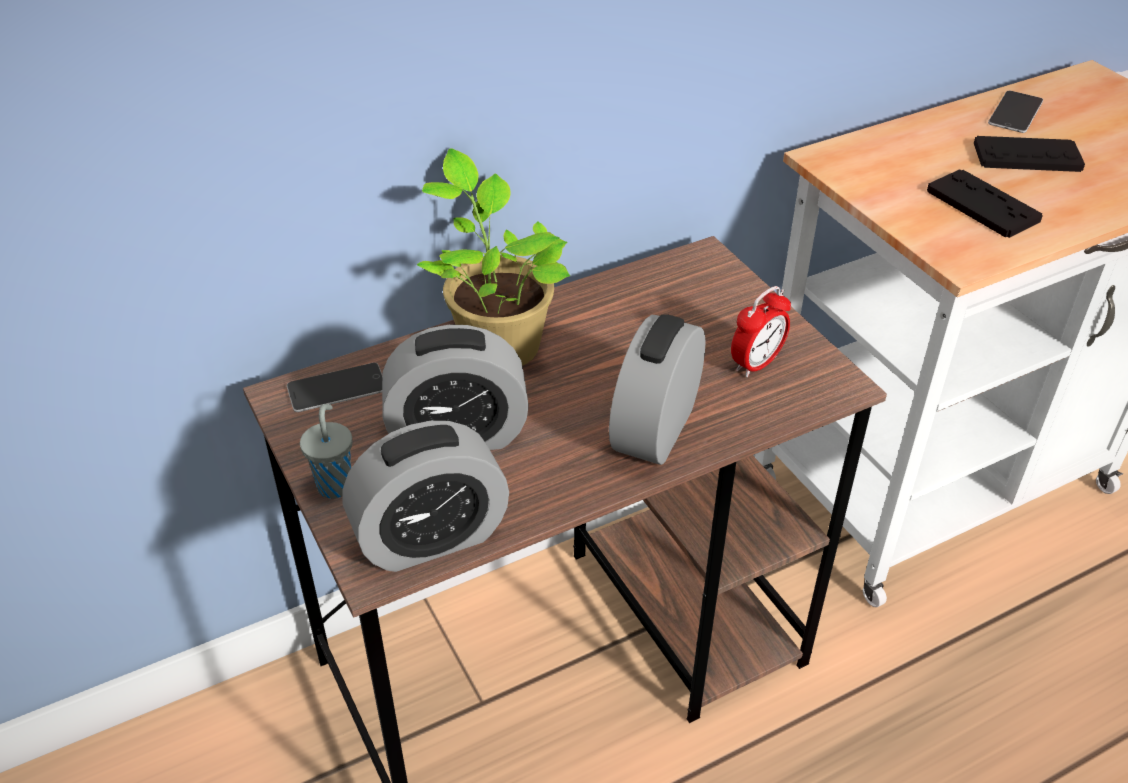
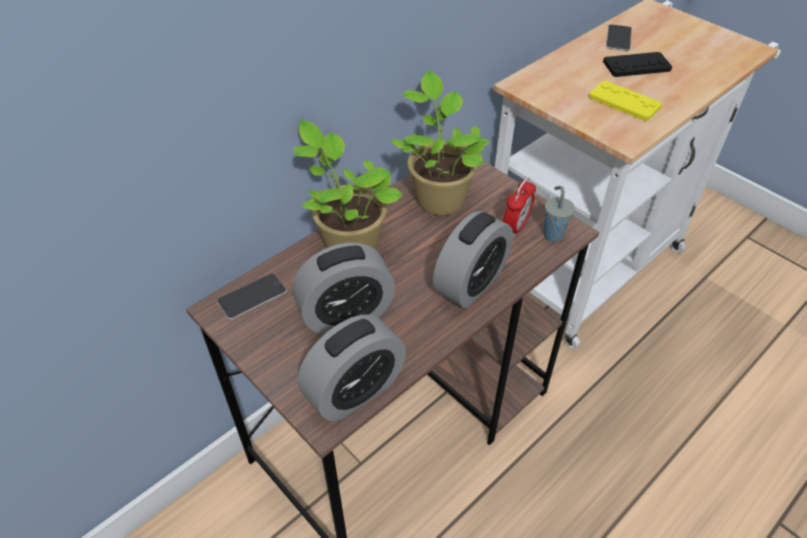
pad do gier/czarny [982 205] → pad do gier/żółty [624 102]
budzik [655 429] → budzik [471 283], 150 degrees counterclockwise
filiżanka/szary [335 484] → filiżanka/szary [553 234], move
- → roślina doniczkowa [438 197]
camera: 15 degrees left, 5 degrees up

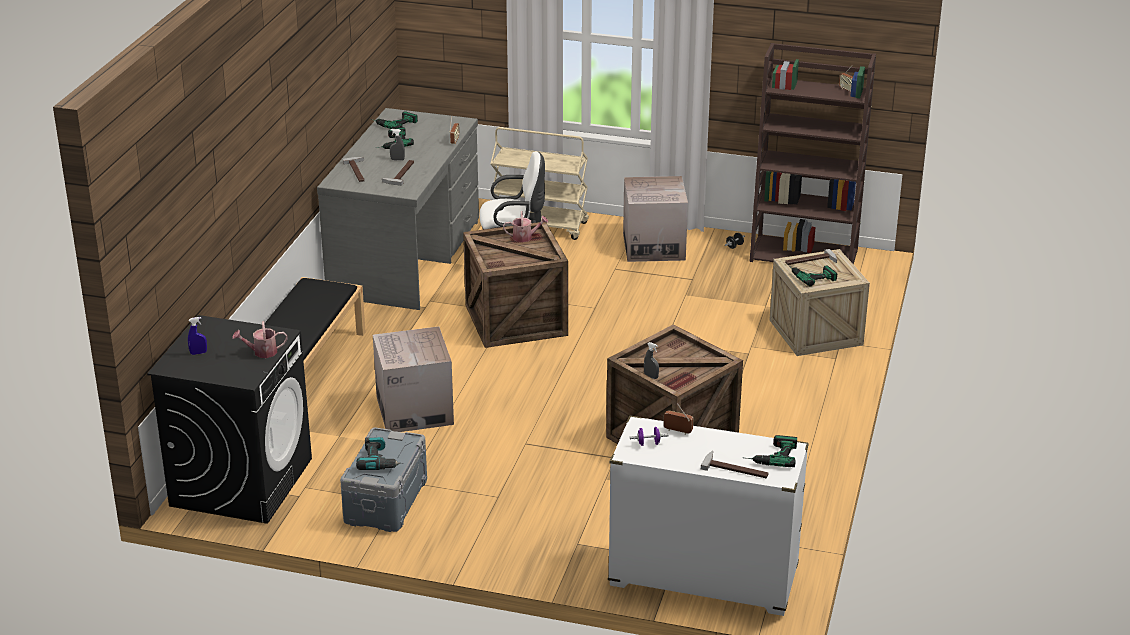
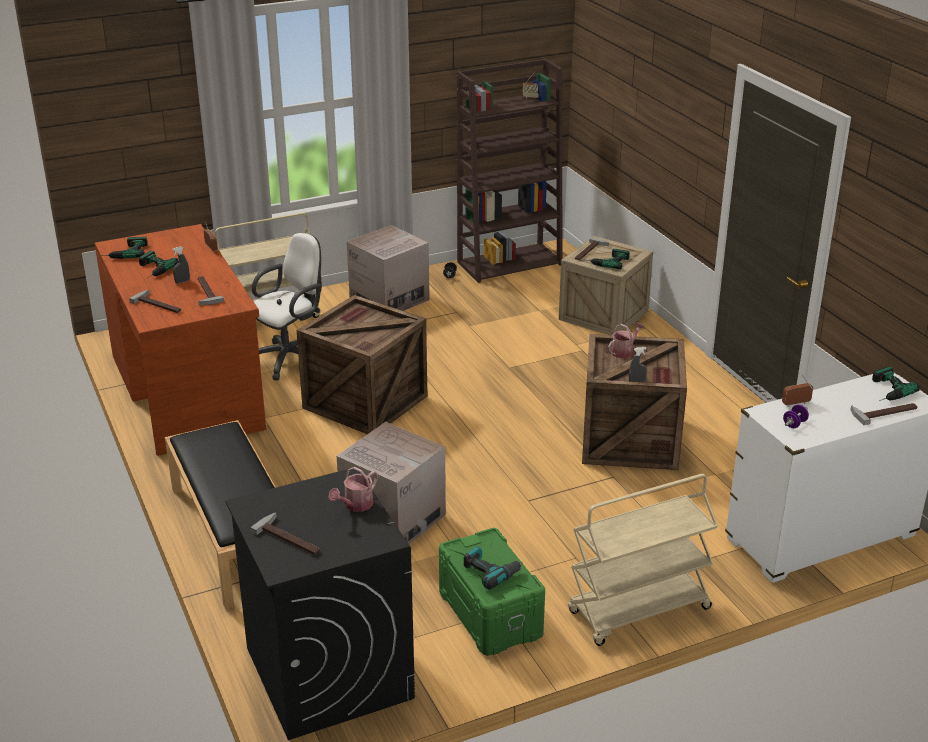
biurko/szary [406 258] → biurko/brązowy [187 390]
konewka [525 237] → konewka [624 351], move
spryskiwacz/niebieski [198 353] → młotek [290 538]
pojemnik do przechowywania/szary [385 501] → pojemnik do przechowywania/zielony [489 614]
- → wózek/beżowy [638 611]
camera: 40 degrees left, 0 degrees up

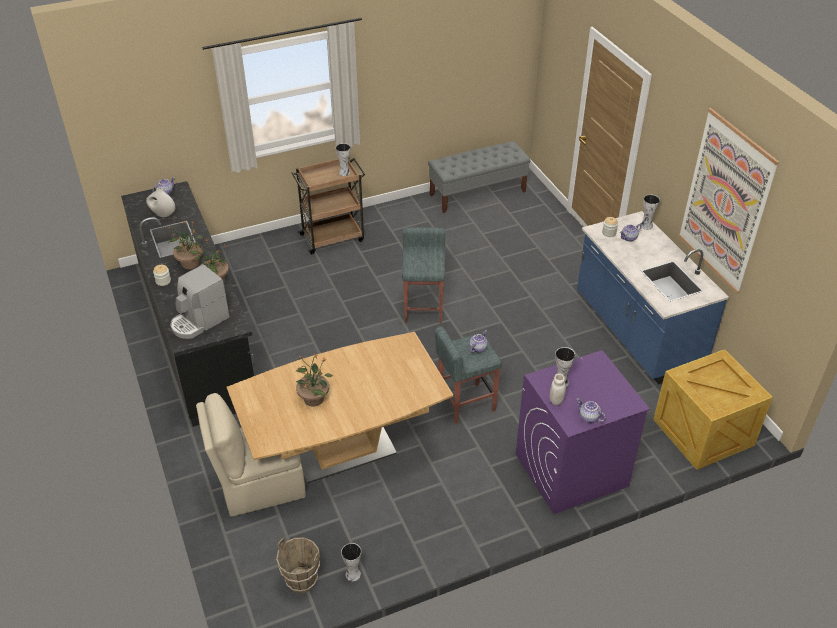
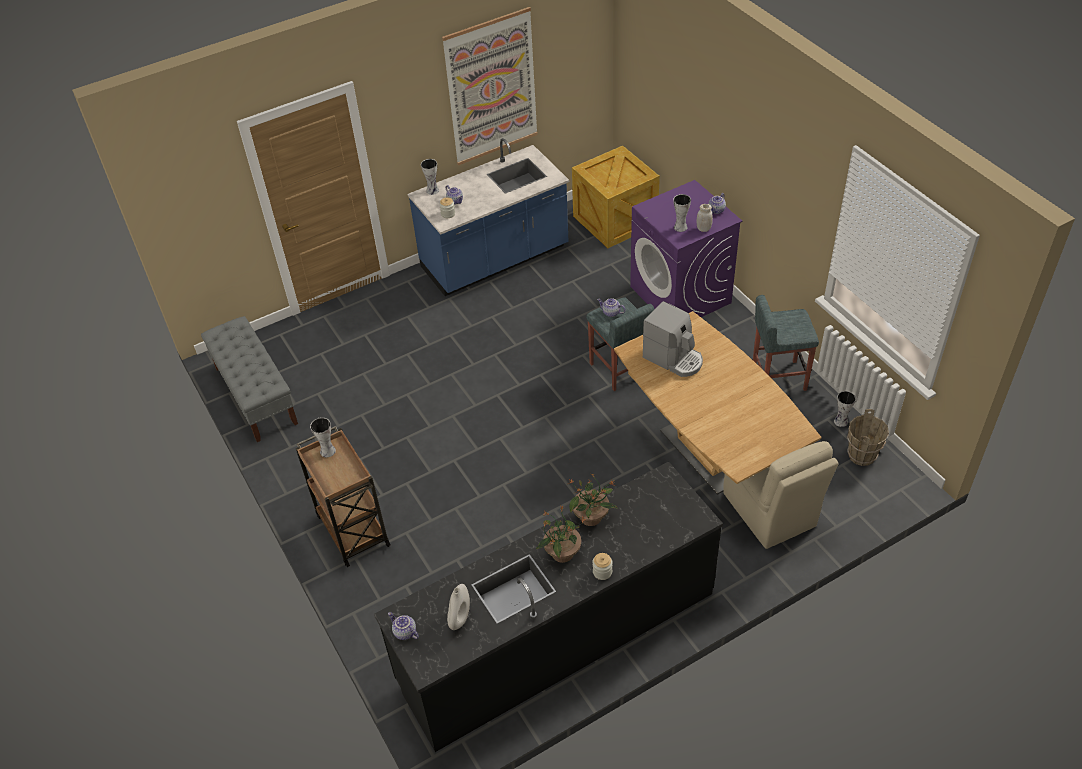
stołek/szary [423 308] → stołek/szary [778 378], move
ekspres do kawy [199 321] → ekspres do kawy [674 358], move
roślina doniczkowa [314 398] → -
camera: 95 degrees left, 5 degrees up

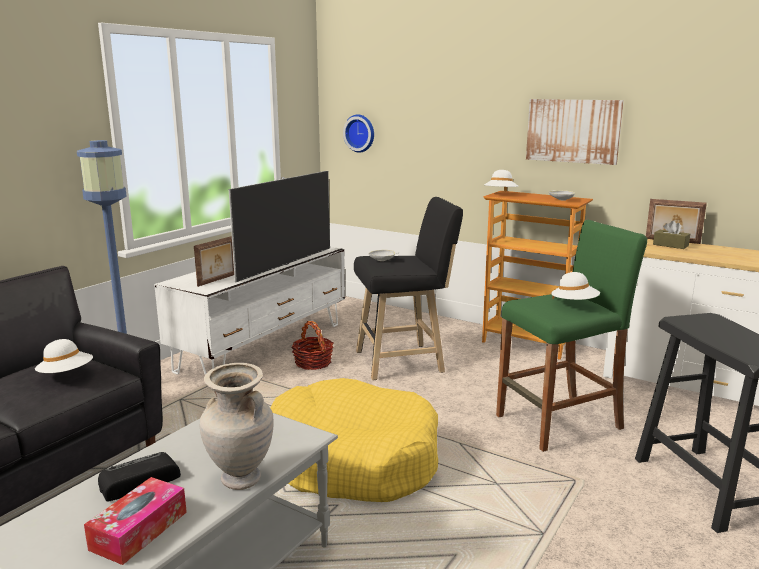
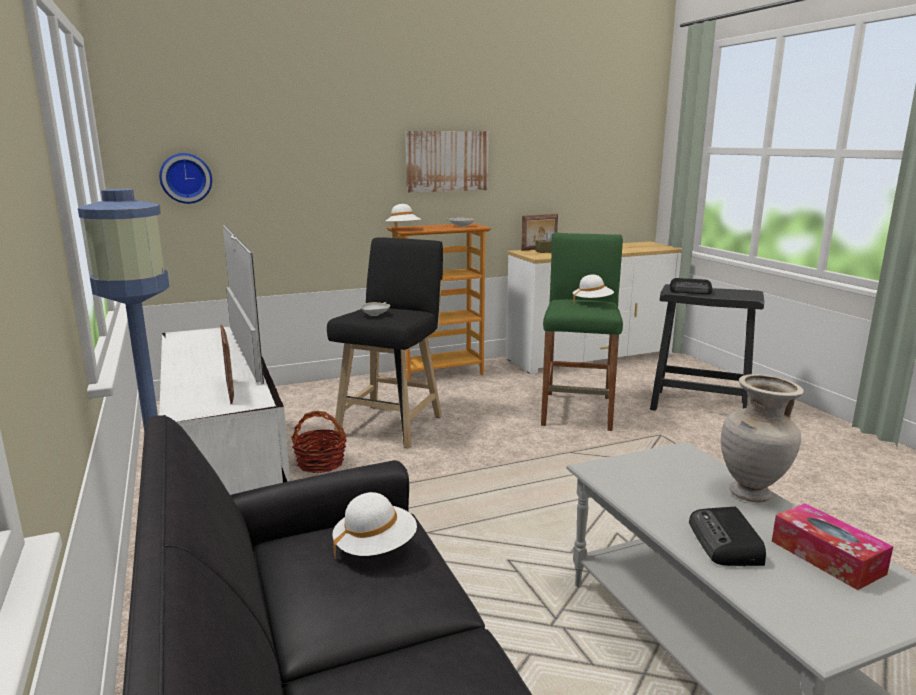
legowisko/żółty [350 459] → -
- → radio [691 291]
camera: 55 degrees left, 0 degrees up

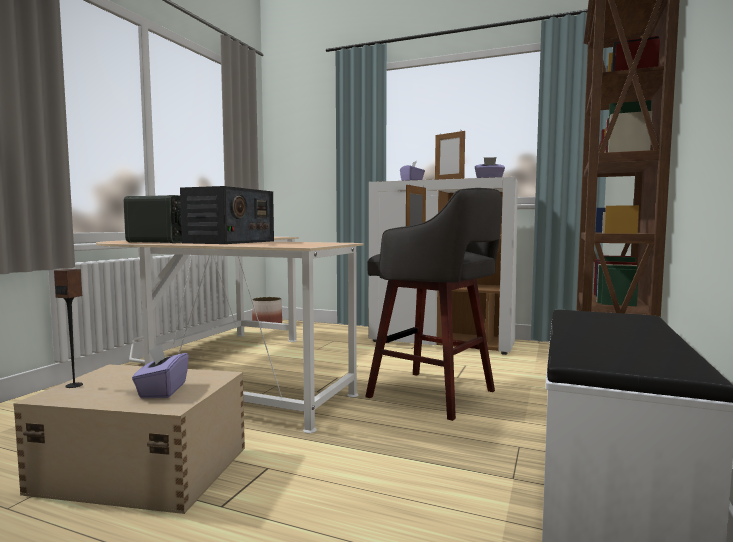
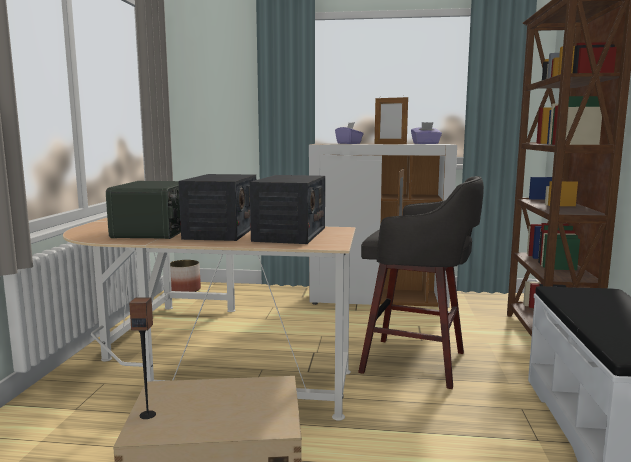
pudełko chusteczek/fioletowy [162 390] → -
- → radio [290 234]
camera: 15 degrees left, 5 degrees up

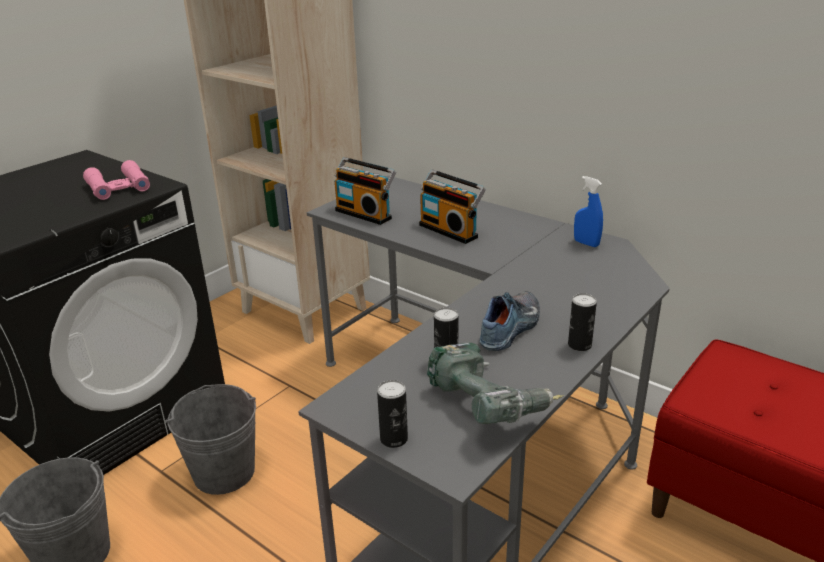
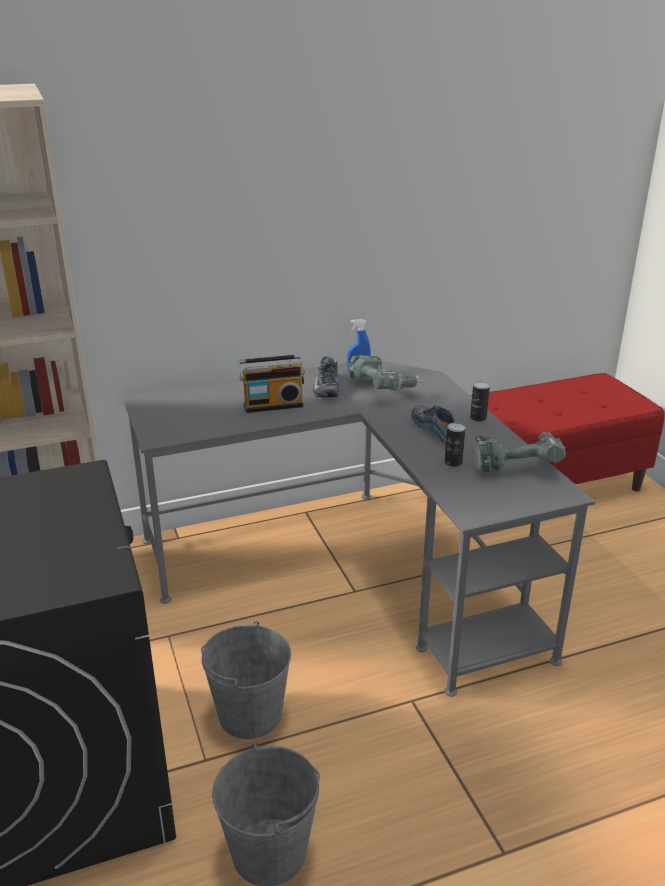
radio [365 214] → -
lornetka/różowy [118 187] → -
puszka [394 439] → -
- → wiertarka [384 389]
- → but [325 387]
camera: 60 degrees left, 0 degrees up

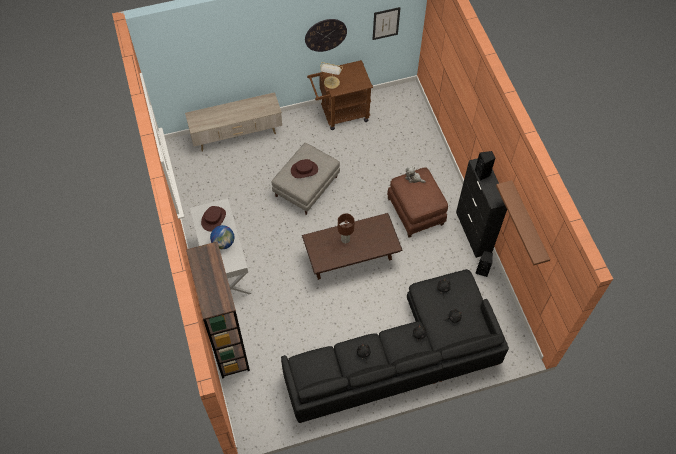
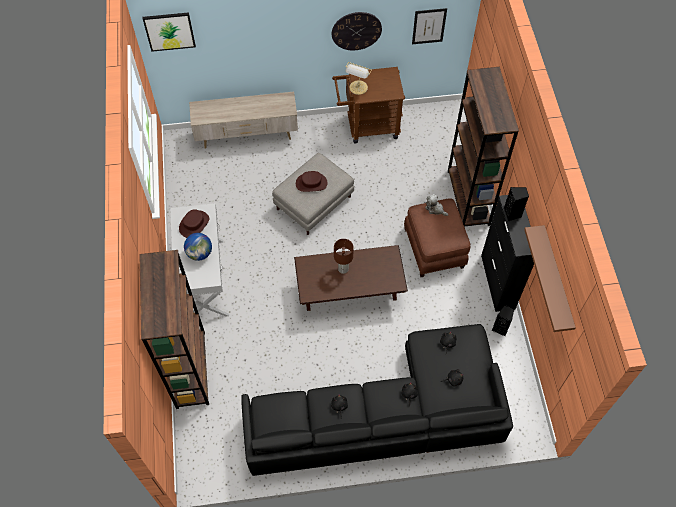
- → obraz [169 31]
- → regał/brązowy [468 198]
camera: 10 degrees right, 0 degrees up

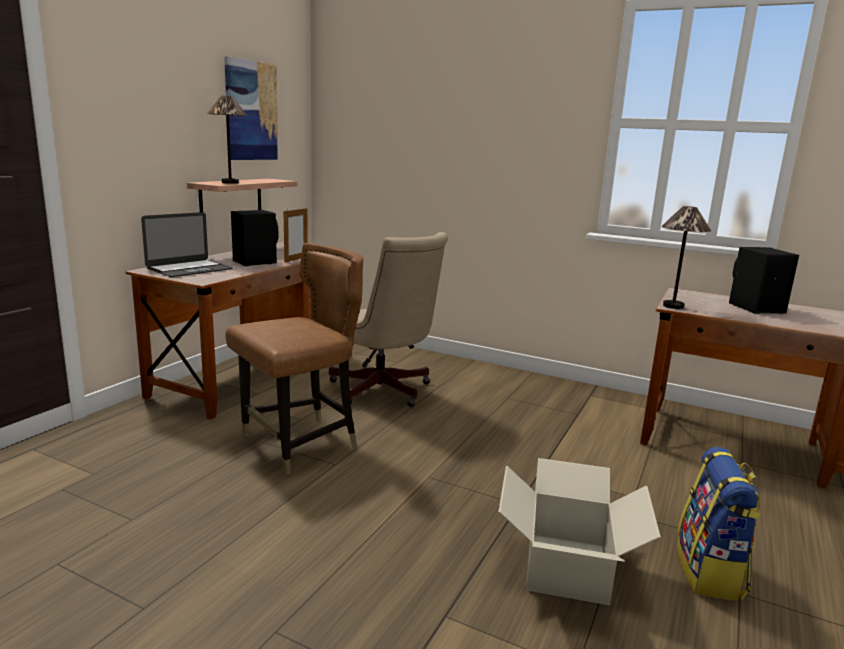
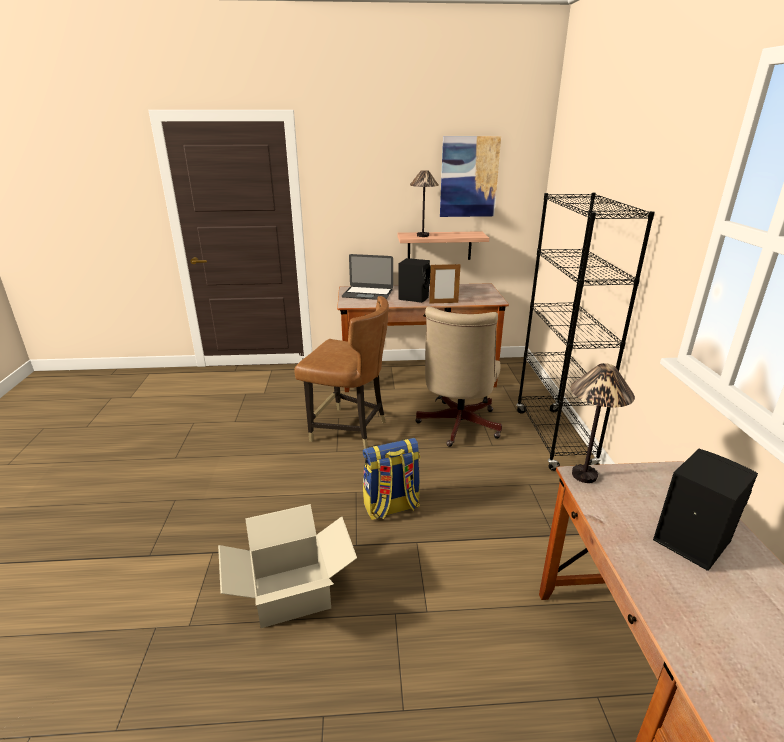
plecak [710 572] → plecak [391 507], move
- → regał/czarny [553 438]
camera: 60 degrees right, 10 degrees up

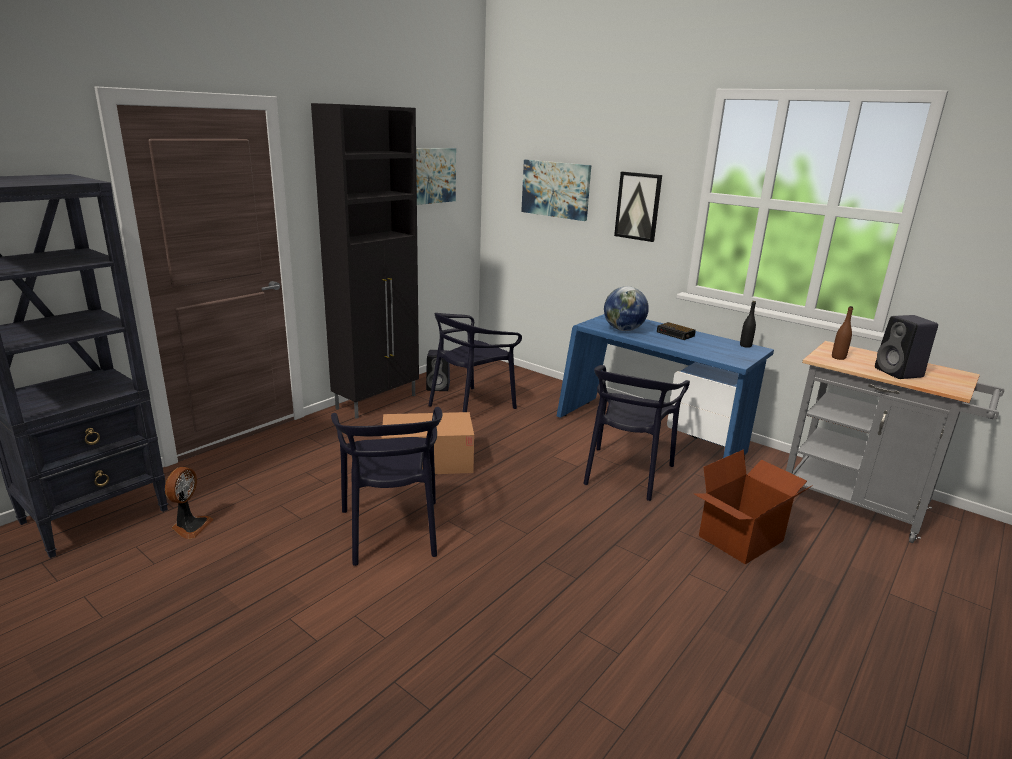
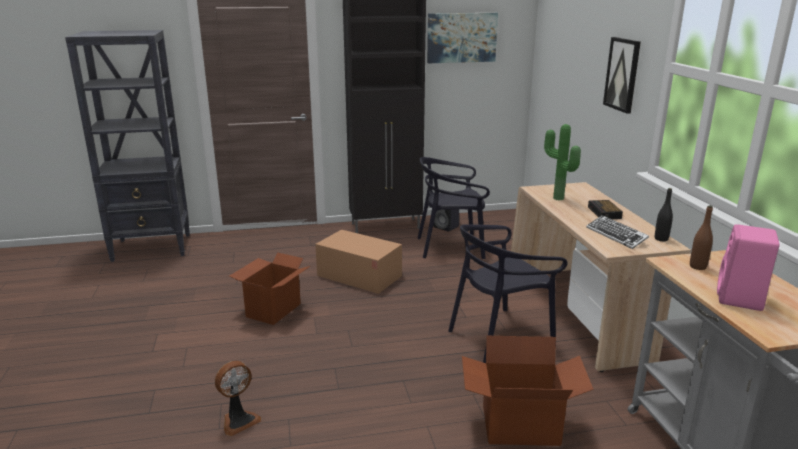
obraz [556 189] → -
globus [623 330] → roślina doniczkowa [557 199]
biurko/niebieski [650 434] → biurko/beżowy [577 315]
głośnik/czarny [899 373] → głośnik/różowy [740 299]
krzesło/czarny [392 531] → karton [273 310]
wentylator [190 526] → wentylator [239 420], move
- → klawiatura [616 235]
camera: 40 degrees right, 0 degrees up

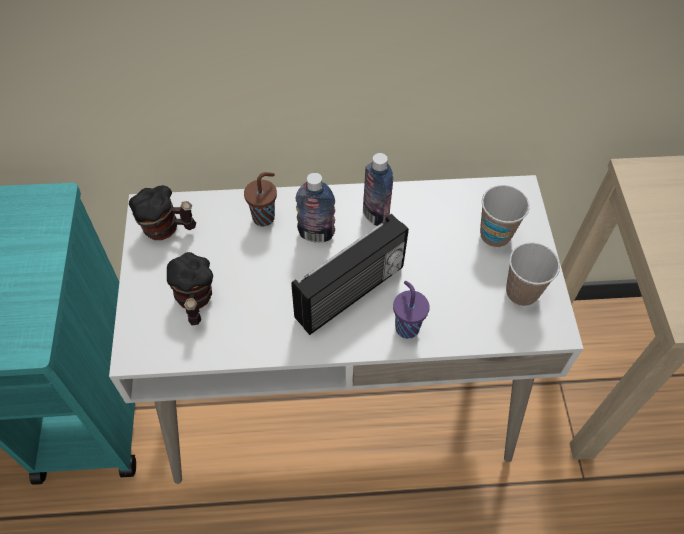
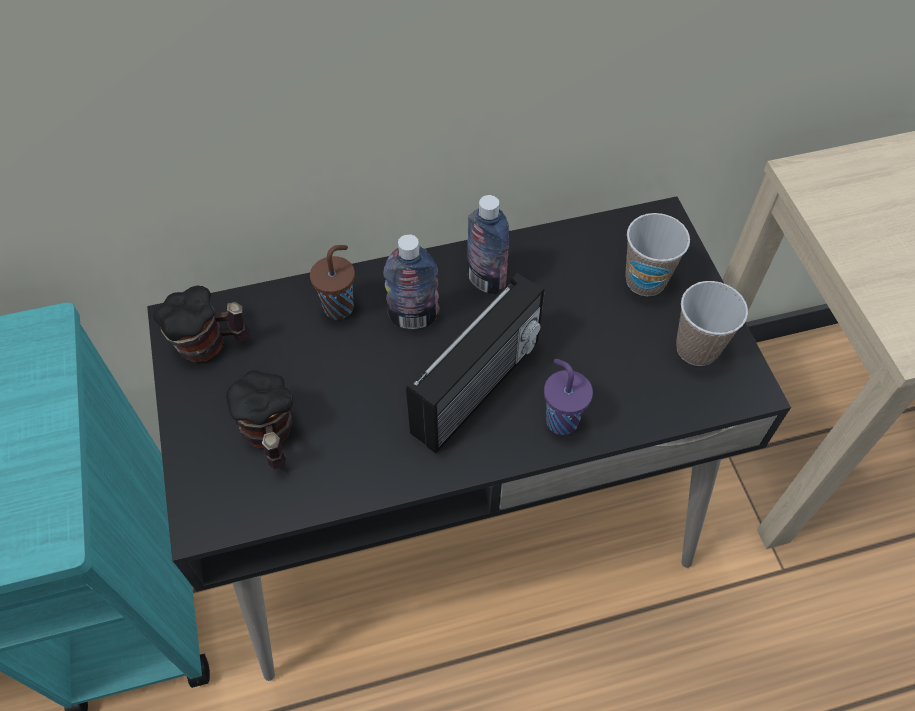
biurko/biały [339 393] → biurko/czarny [457 520]
camera: 10 degrees left, 0 degrees up

